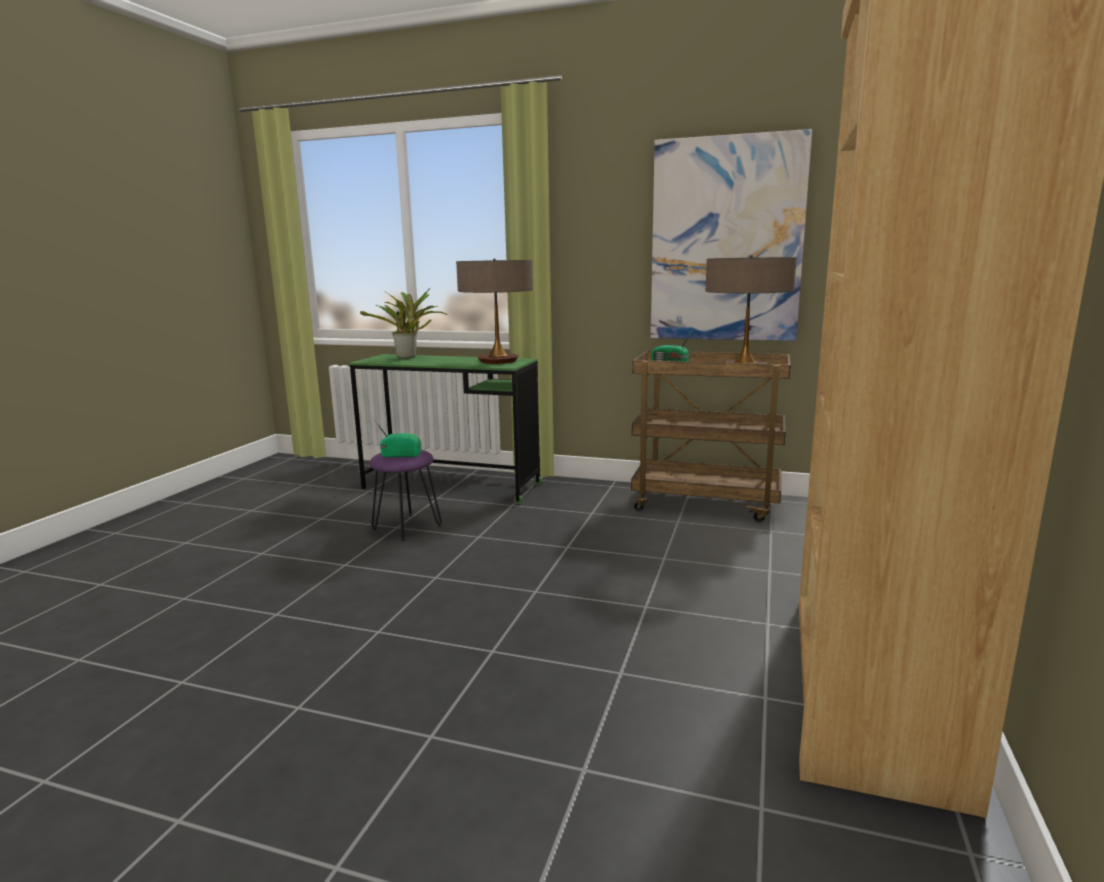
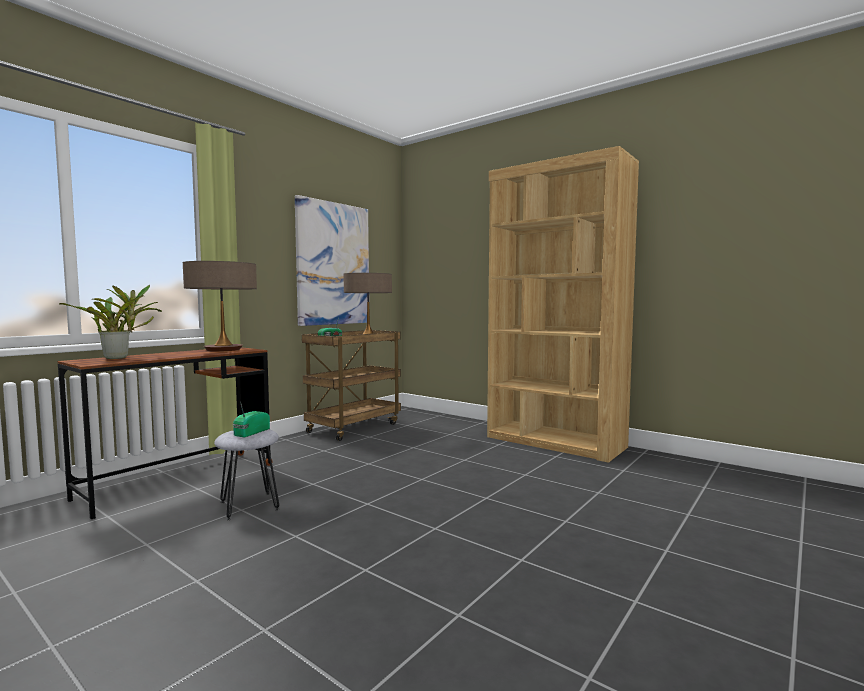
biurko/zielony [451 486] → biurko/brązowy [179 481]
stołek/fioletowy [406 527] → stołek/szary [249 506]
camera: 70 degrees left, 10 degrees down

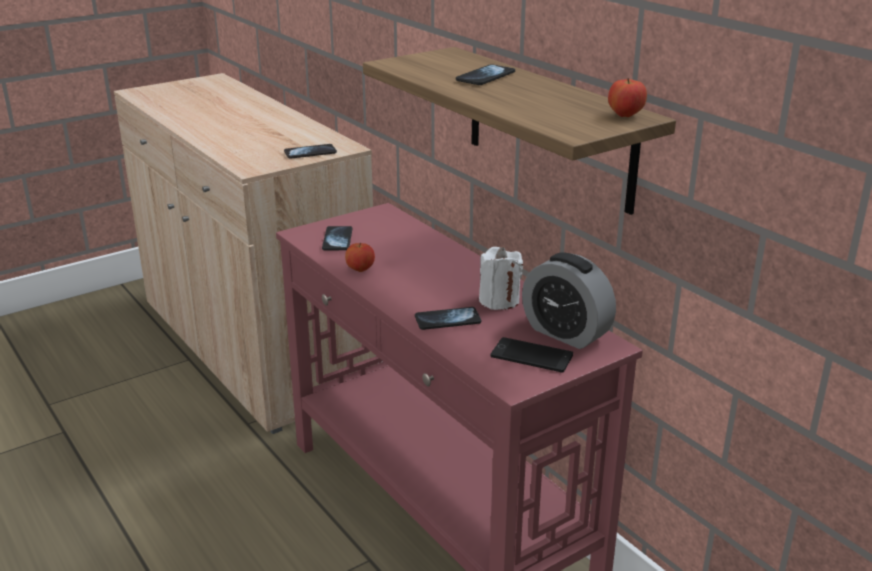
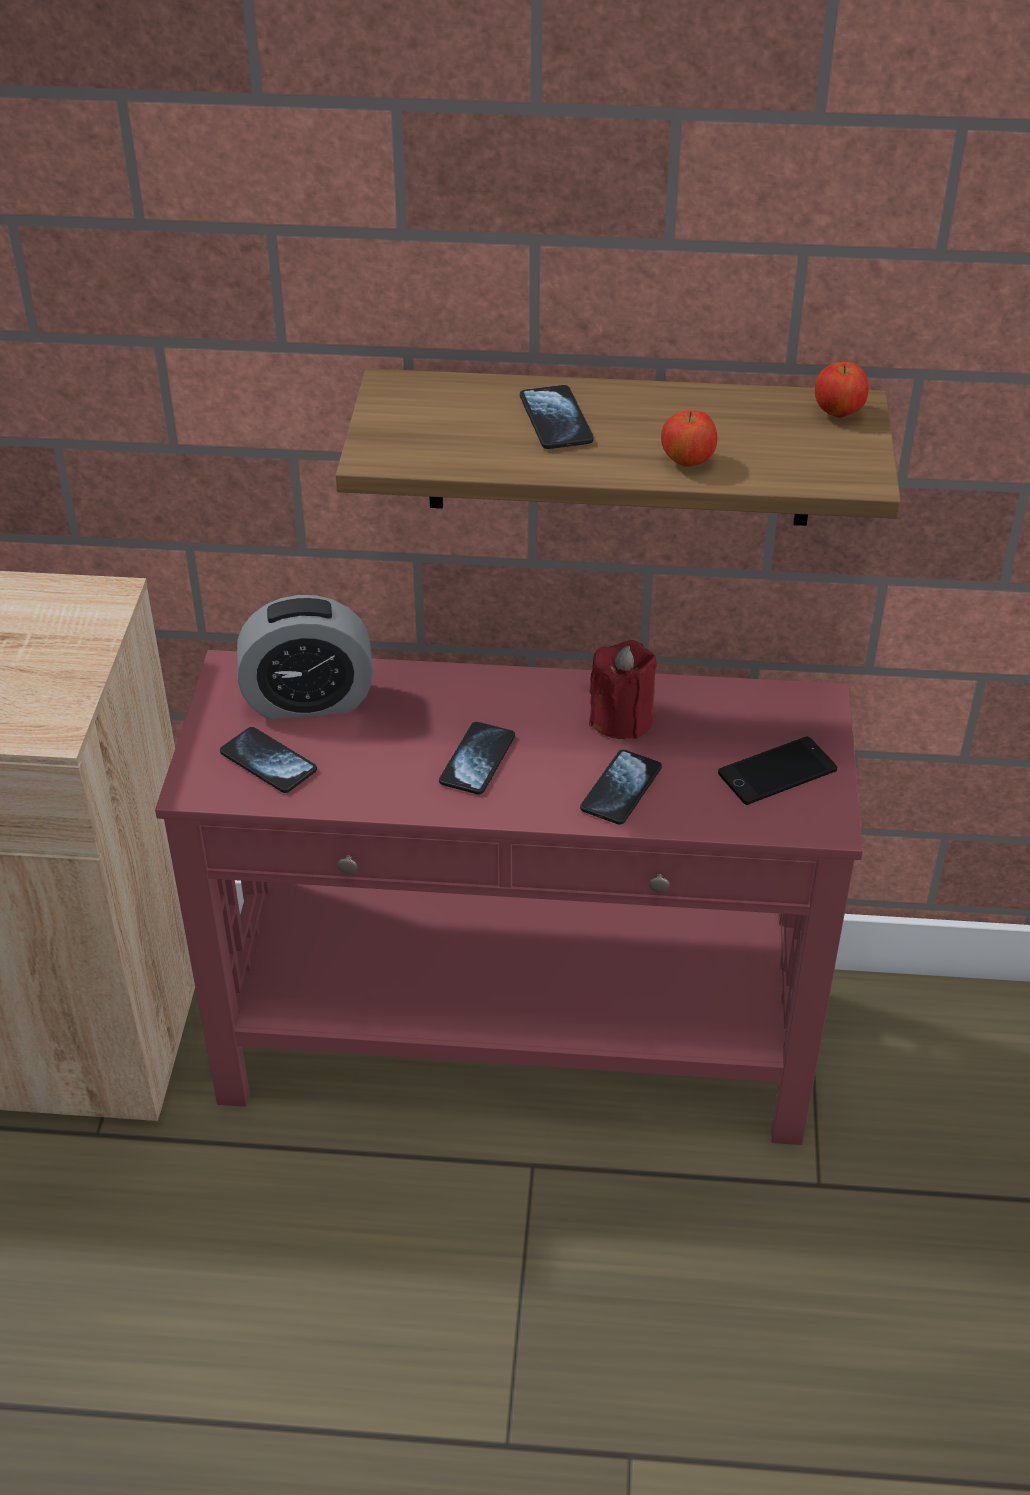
telefon [310 153] → telefon [477 760], move
jabłko [360 270] → jabłko [687 462], move
świeca/biały [499 301] → świeca/czerwony [621 719]
budzik [565 333] → budzik [308 700], move
camera: 50 degrees left, 15 degrees up

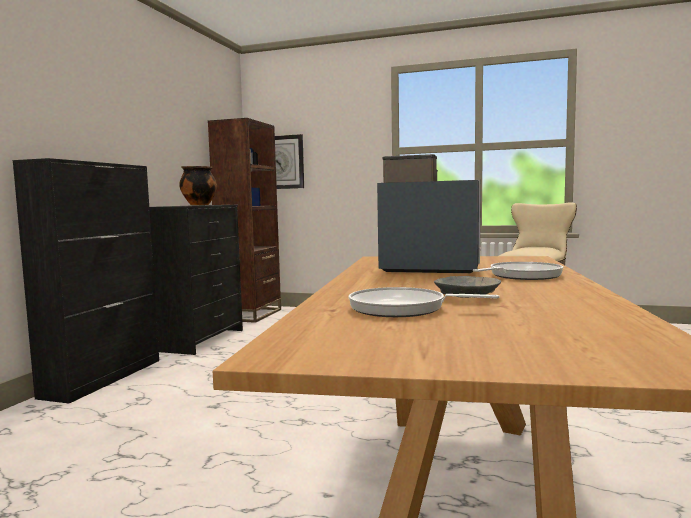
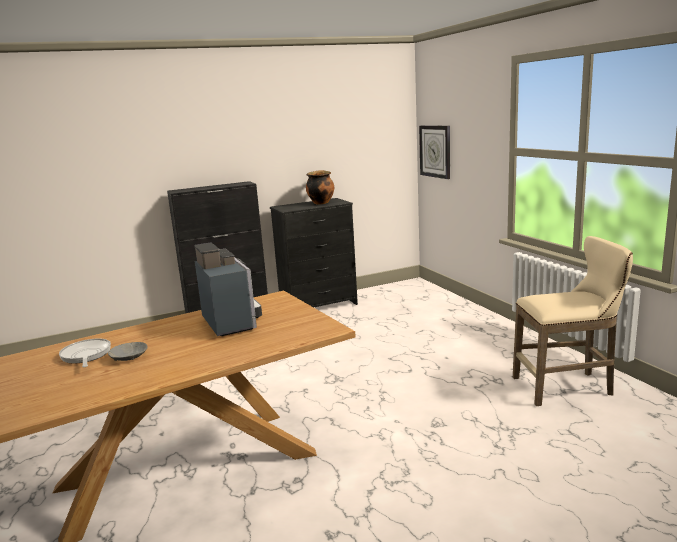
regał/brązowy [251 314] → -
patelnia [521 276] → -
camera: 50 degrees right, 10 degrees up

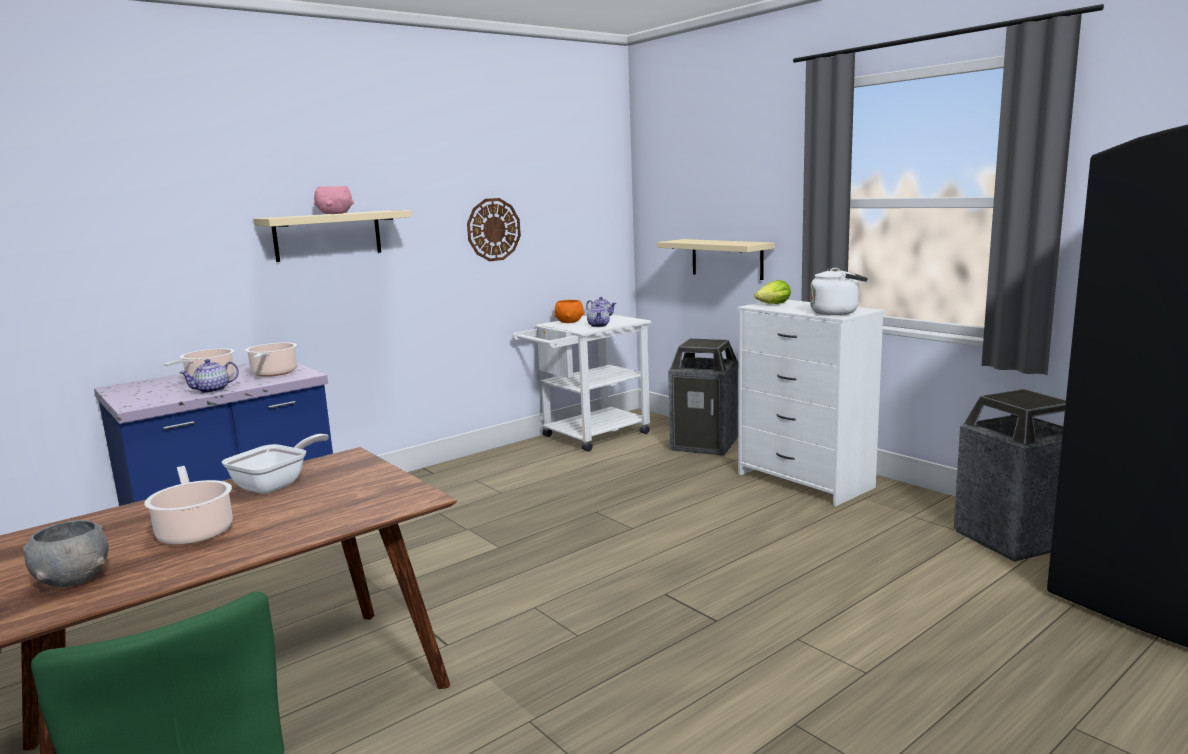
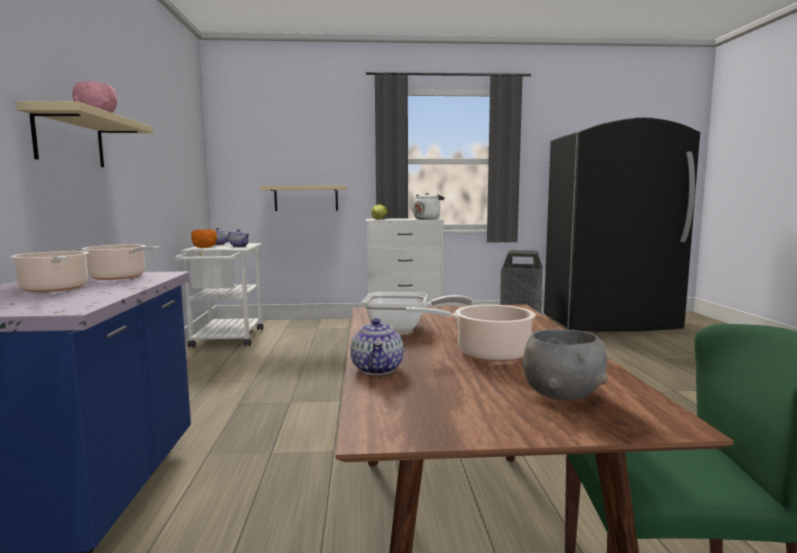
zegar ścienny [493 229] → -
kosz na śmieci [705 444] → -
imbryk [212 390] → imbryk [378 369], move
patelnia [276 484] → patelnia [404 328], 120 degrees clockwise
camera: 55 degrees left, 5 degrees down

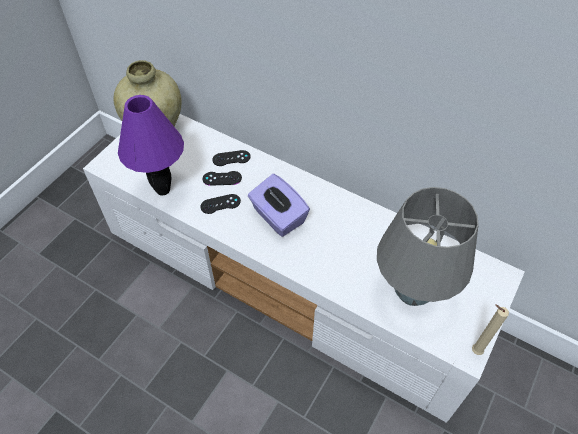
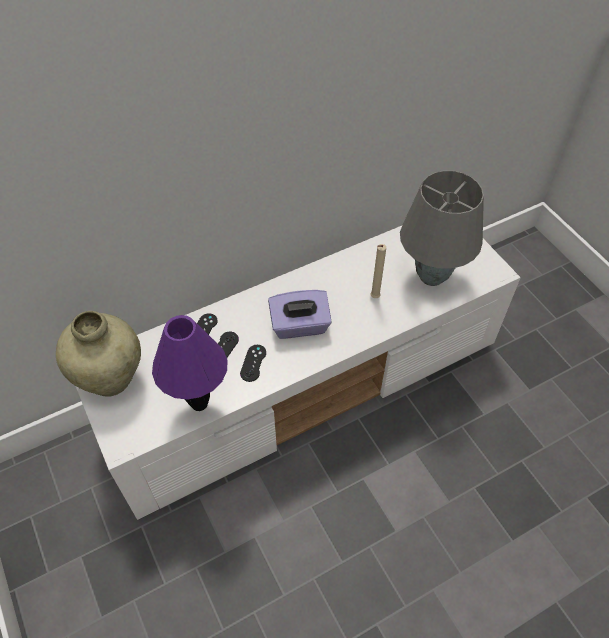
świeca/beżowy [474 351] → świeca/beżowy [373 298], move
camera: 60 degrees left, 0 degrees up

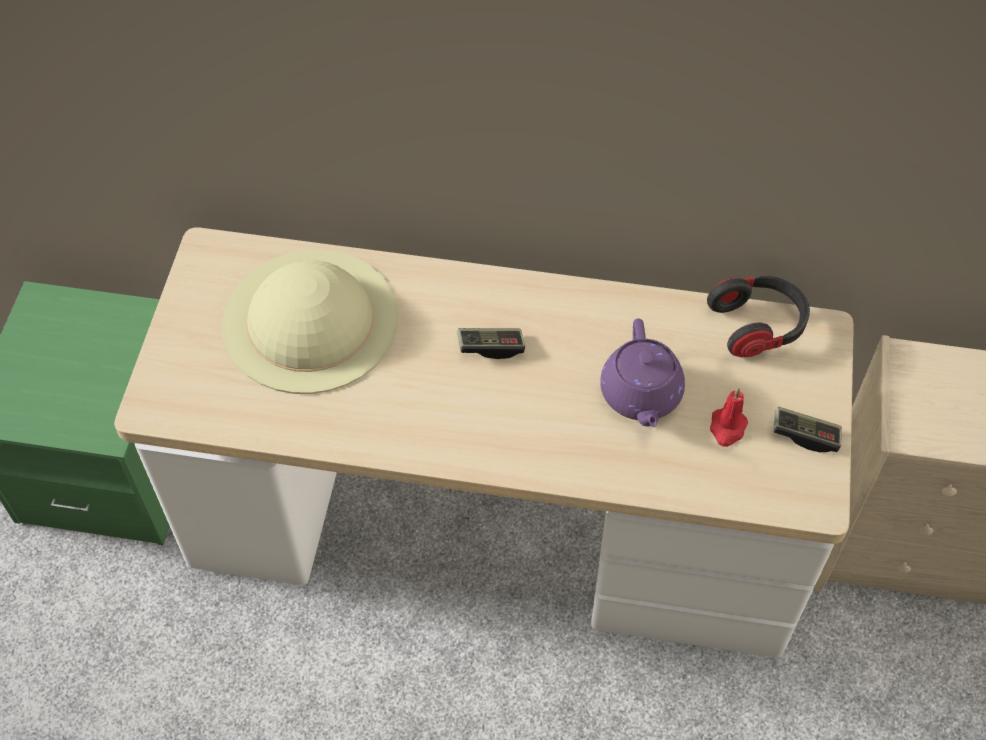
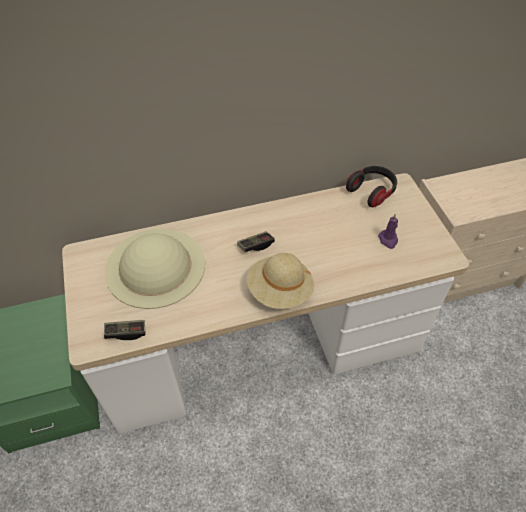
imbryk/fioletowy [640 395] → -
świeca/czerwony [727 428] → świeca/fioletowy [388 240]
pad do gier [805 435] → pad do gier [126 333], move
- → kapelusz/beżowy [280 291]
camera: 25 degrees left, 5 degrees down

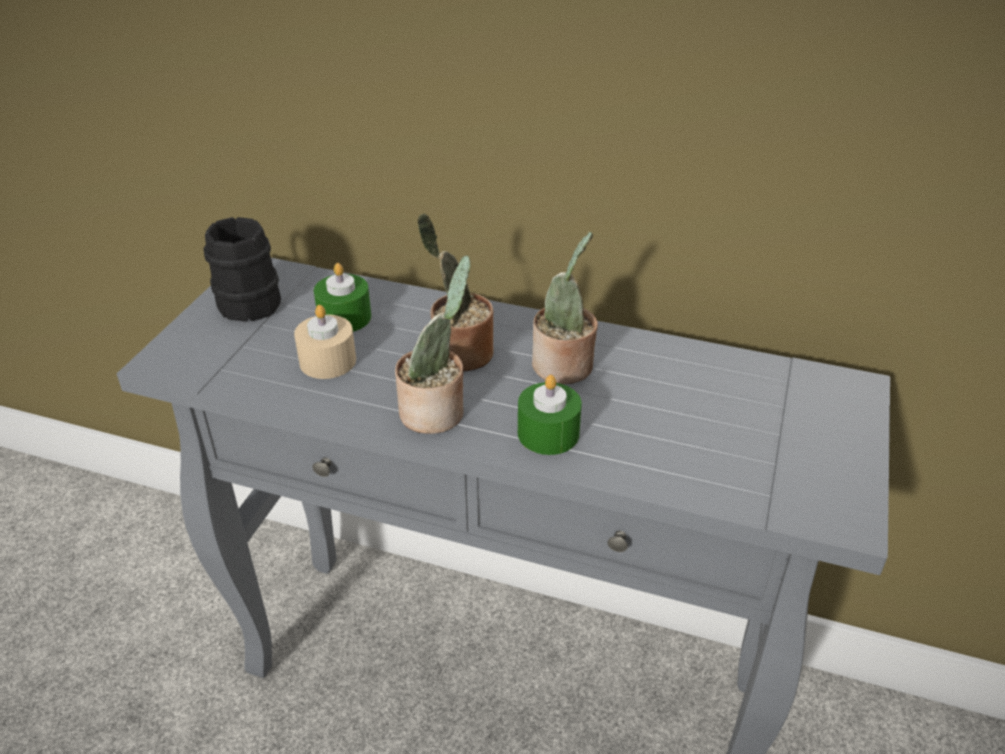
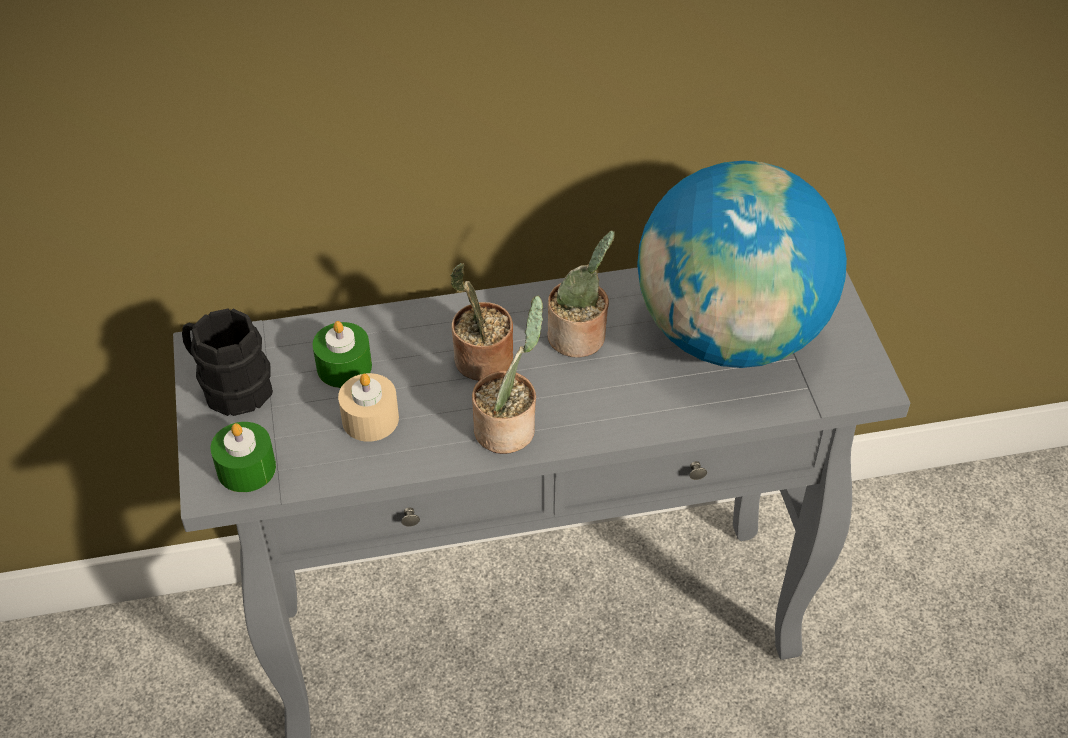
świeca/zielony [548 433] → świeca/zielony [246 468], move
- → globus [731 334]
camera: 30 degrees left, 10 degrees up

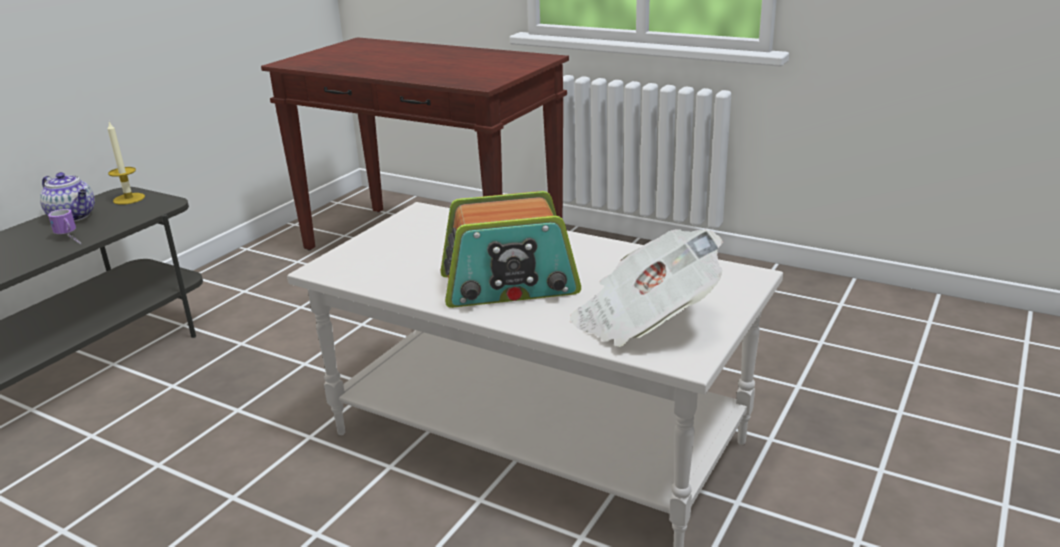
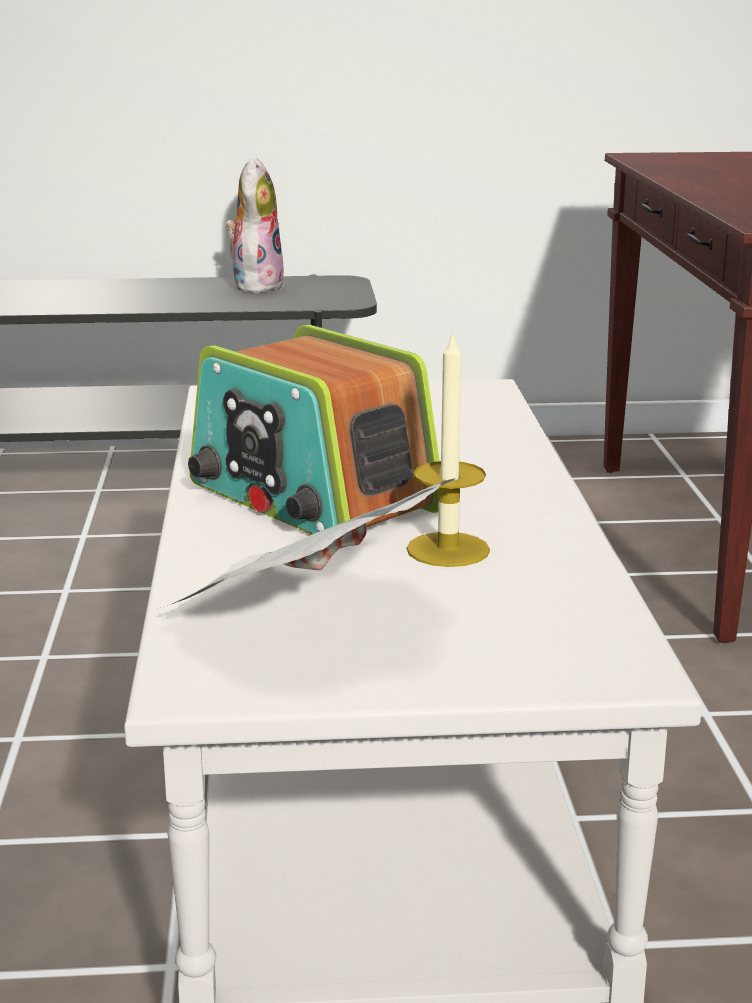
świeca [129 199] → świeca [448 550], move
imbryk [74 217] → pluszak [256 286]
kubek [71 239] → -
camera: 55 degrees right, 5 degrees down

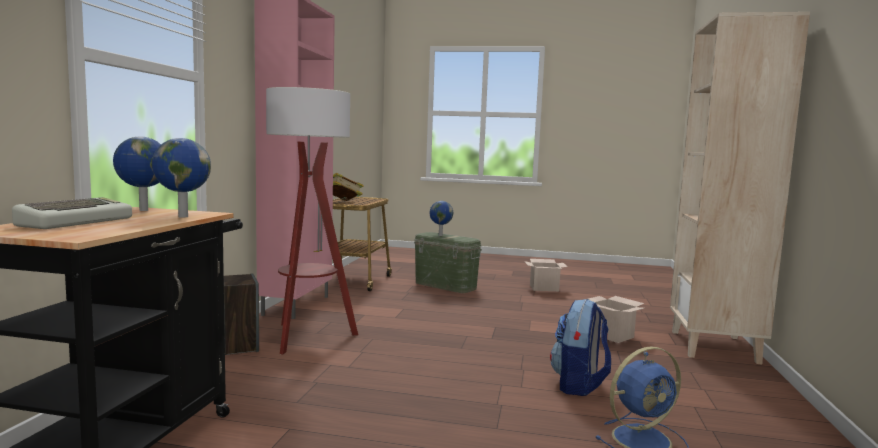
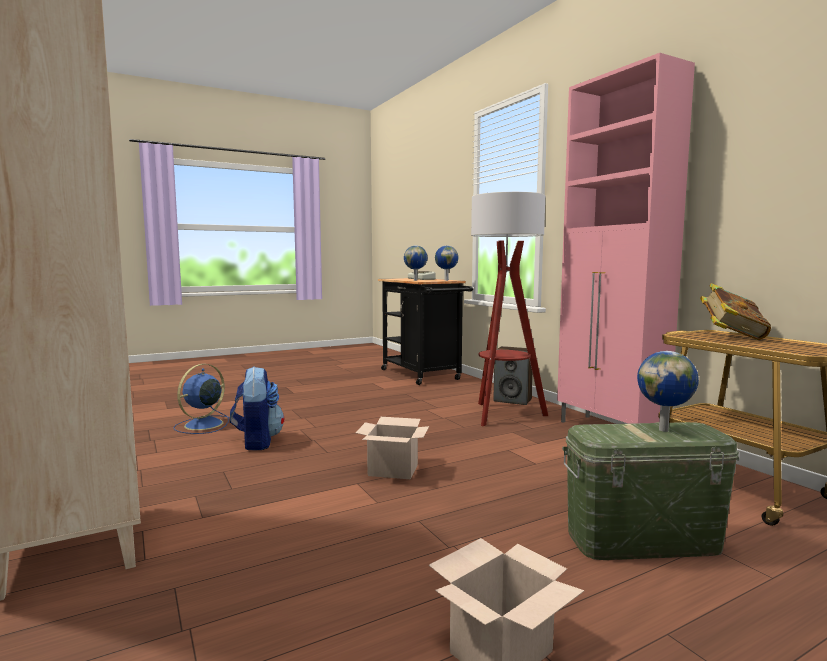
karton [612 335] → karton [391 470], move
camera: 140 degrees right, 0 degrees up

